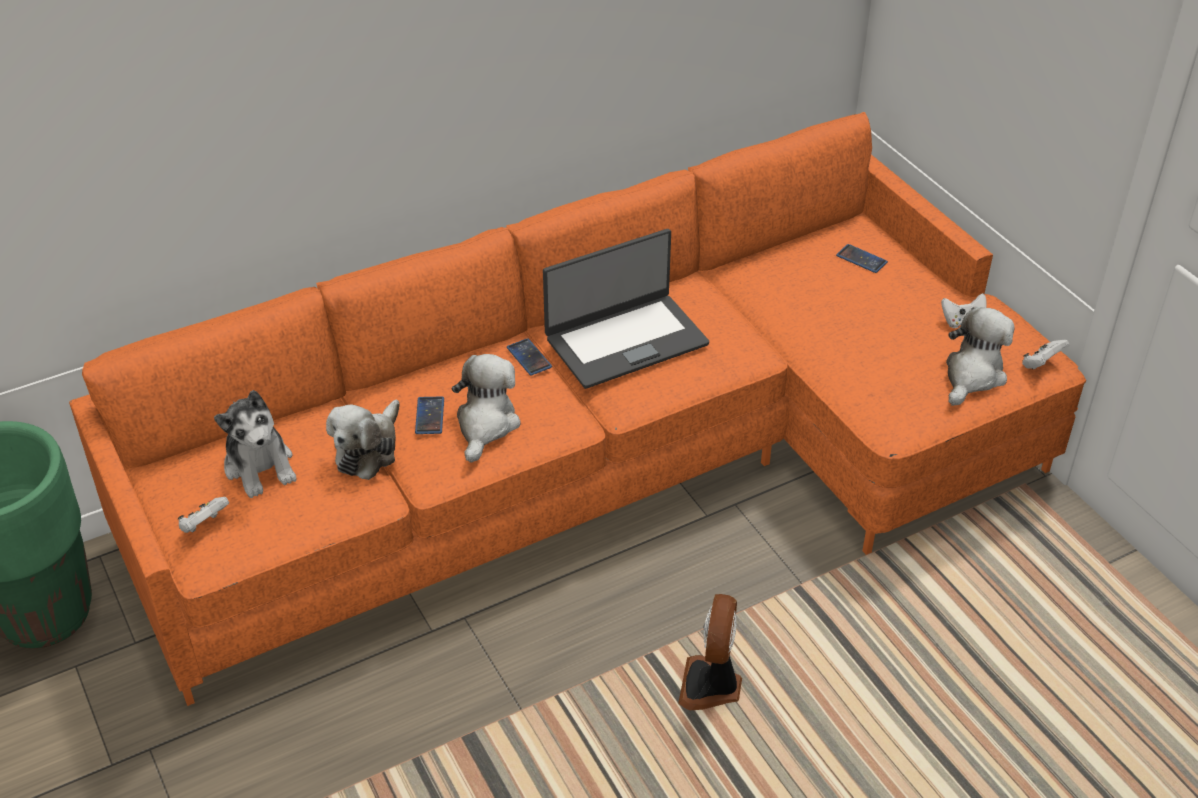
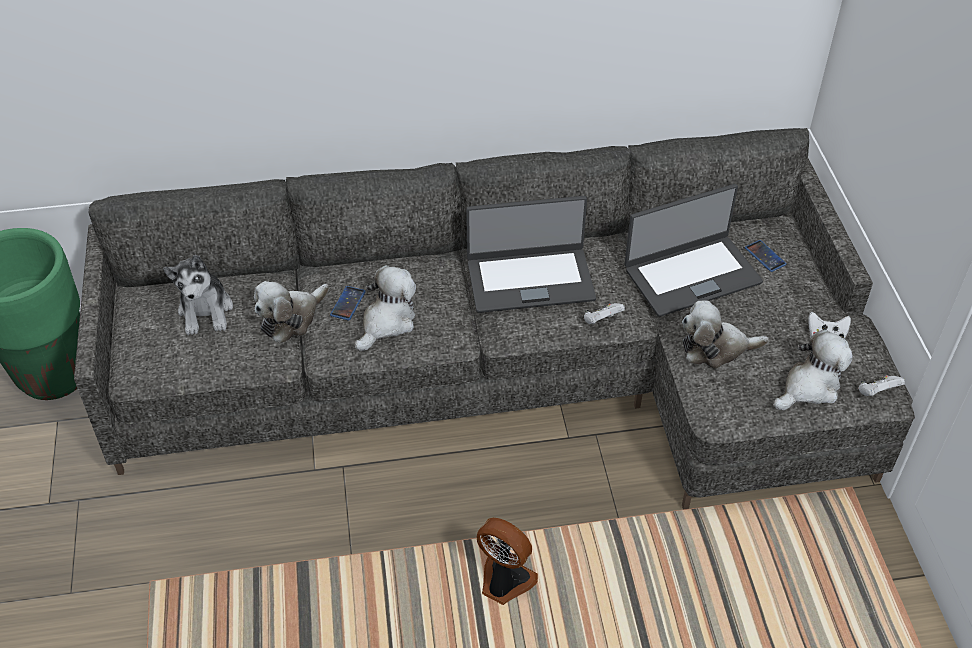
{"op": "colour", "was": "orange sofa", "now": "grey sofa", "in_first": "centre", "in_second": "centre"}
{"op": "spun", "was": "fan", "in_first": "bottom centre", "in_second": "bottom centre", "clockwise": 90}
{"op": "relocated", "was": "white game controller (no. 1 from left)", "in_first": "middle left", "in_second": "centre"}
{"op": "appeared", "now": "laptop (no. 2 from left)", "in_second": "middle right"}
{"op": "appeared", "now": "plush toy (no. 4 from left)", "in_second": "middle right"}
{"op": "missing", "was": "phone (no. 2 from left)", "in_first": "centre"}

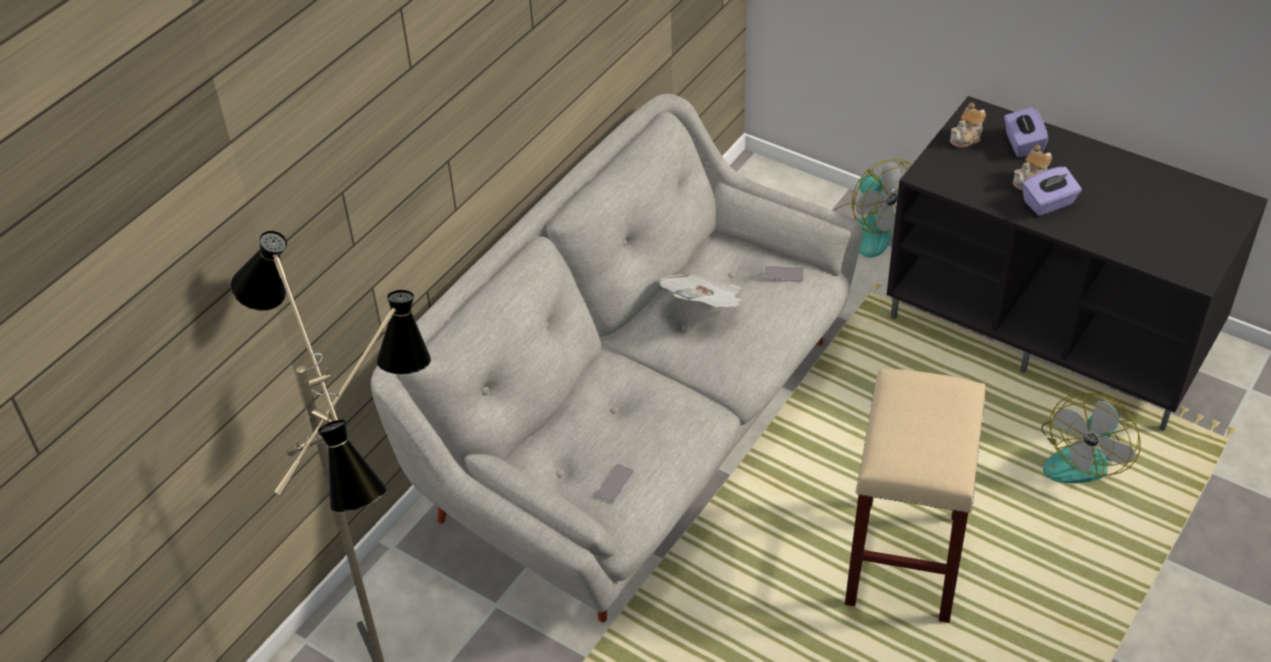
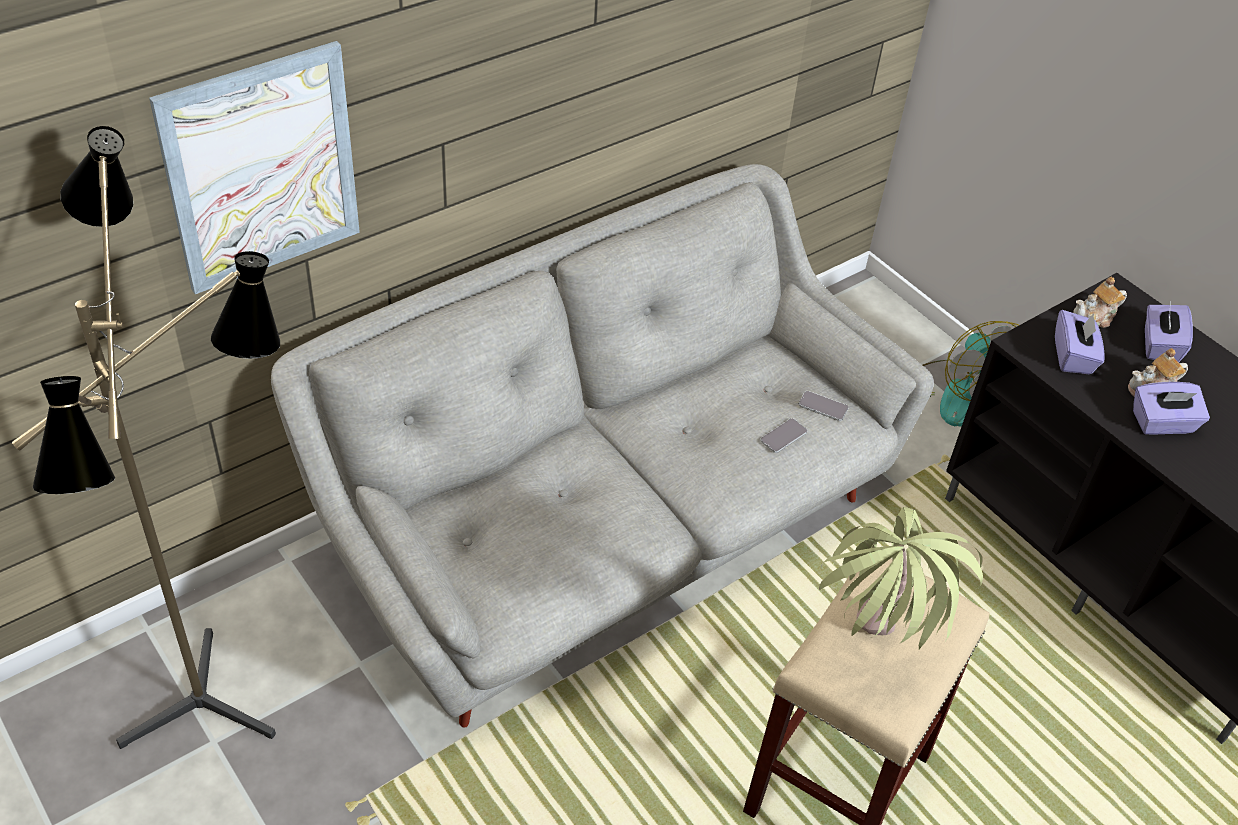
{"op": "appeared", "now": "picture", "in_second": "top left"}
{"op": "relocated", "was": "phone (no. 1 from left)", "in_first": "bottom centre", "in_second": "centre"}
{"op": "appeared", "now": "potted plant", "in_second": "bottom right"}
{"op": "appeared", "now": "purple tissue box (no. 1 from left)", "in_second": "middle right"}
{"op": "missing", "was": "newspaper", "in_first": "centre"}
{"op": "missing", "was": "fan (no. 2 from left)", "in_first": "middle right"}

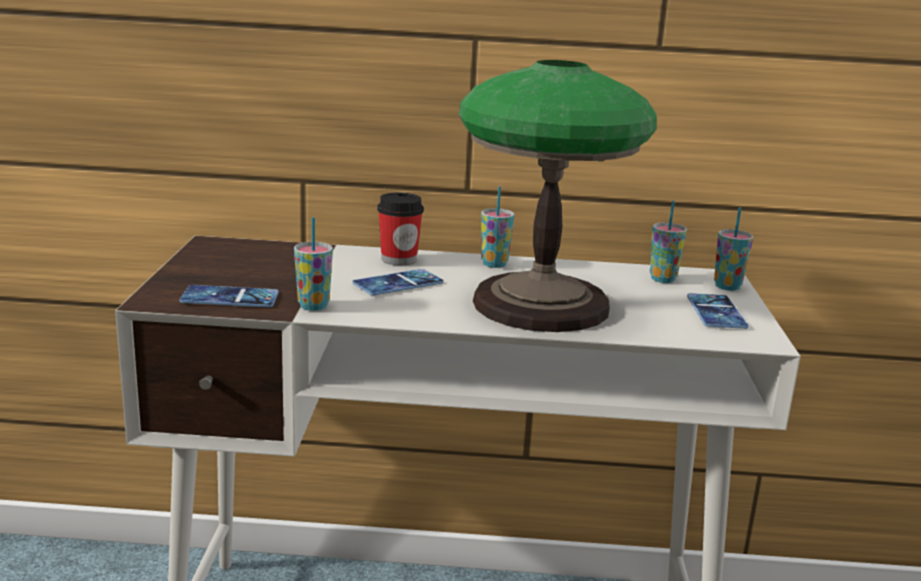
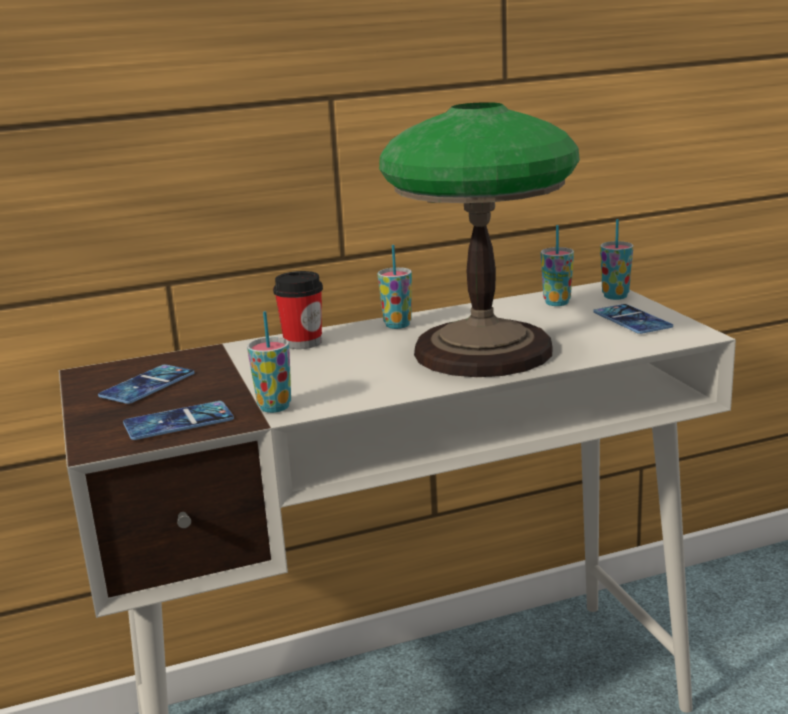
{"op": "relocated", "was": "phone (no. 2 from left in the first image)", "now": "phone (no. 1 from left)", "in_first": "centre", "in_second": "middle left"}

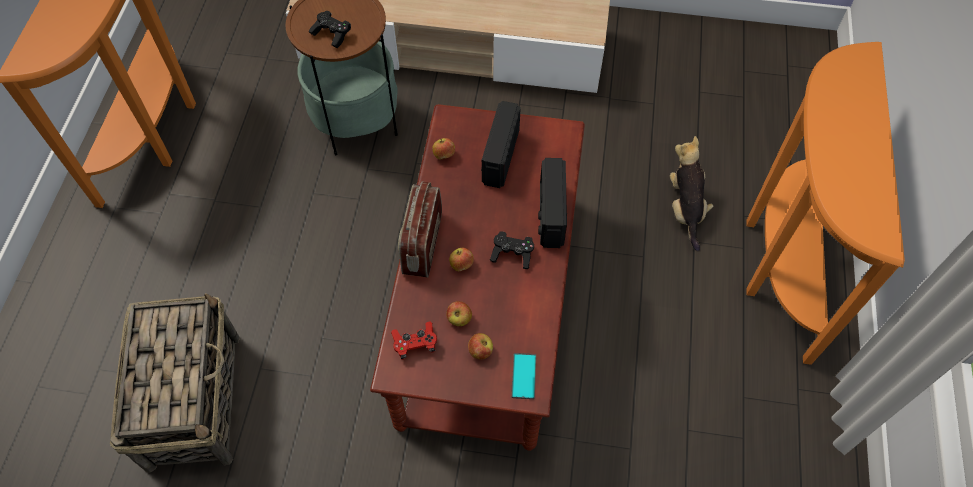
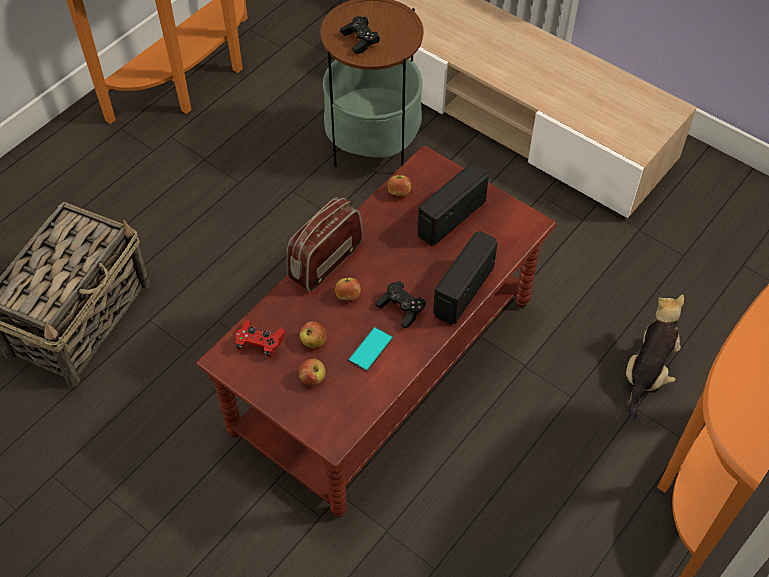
{"op": "relocated", "was": "phone", "in_first": "bottom centre", "in_second": "centre"}

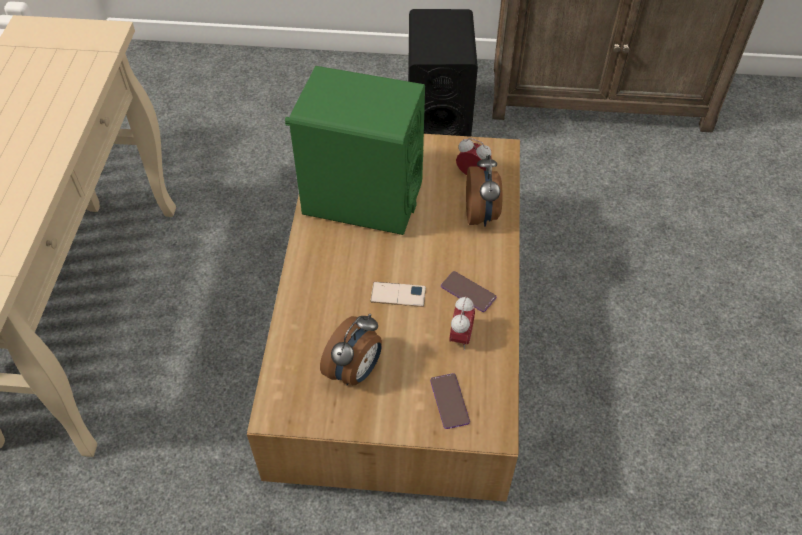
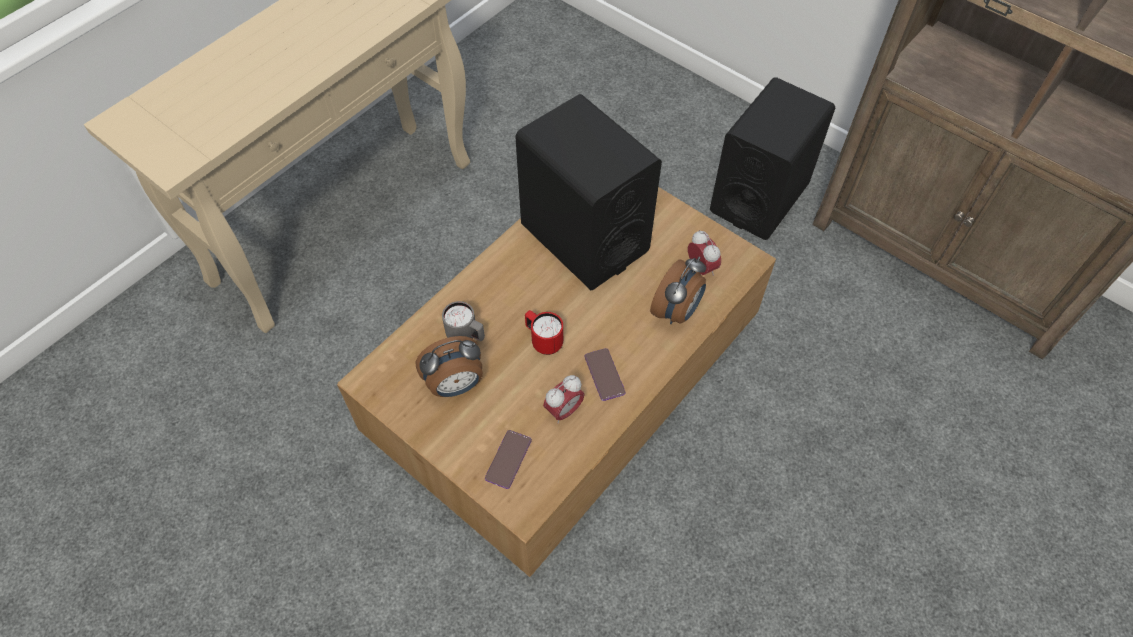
{"op": "appeared", "now": "grey mug", "in_second": "centre"}
{"op": "colour", "was": "green speaker", "now": "black speaker (no. 1 from left)", "in_first": "top centre", "in_second": "top centre"}
{"op": "exchanged", "was": "phone (no. 1 from left)", "now": "red mug", "in_first": "centre", "in_second": "centre"}

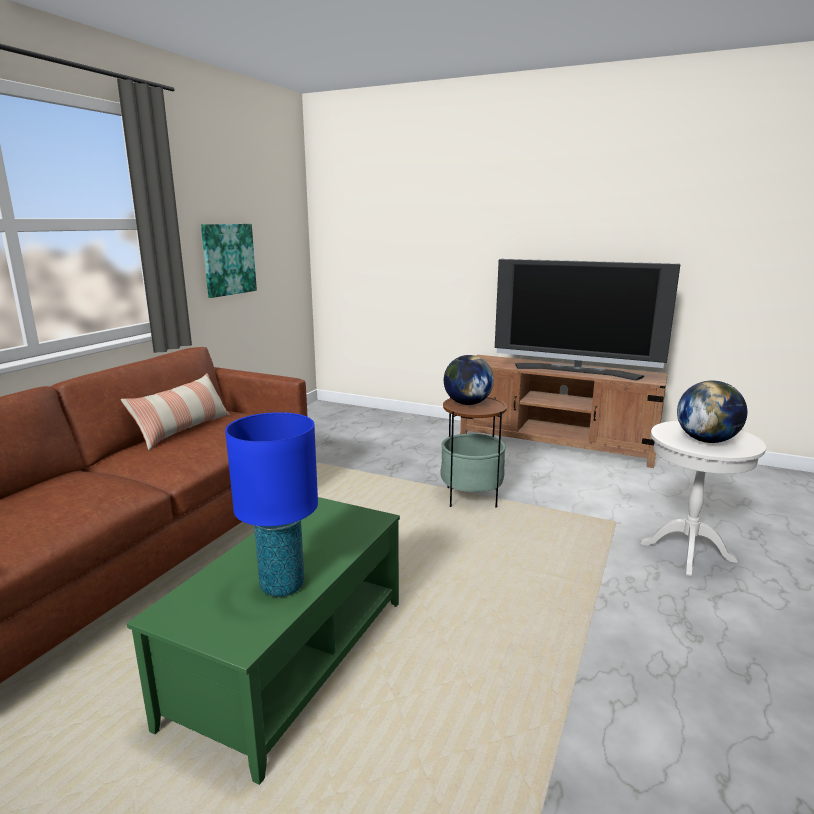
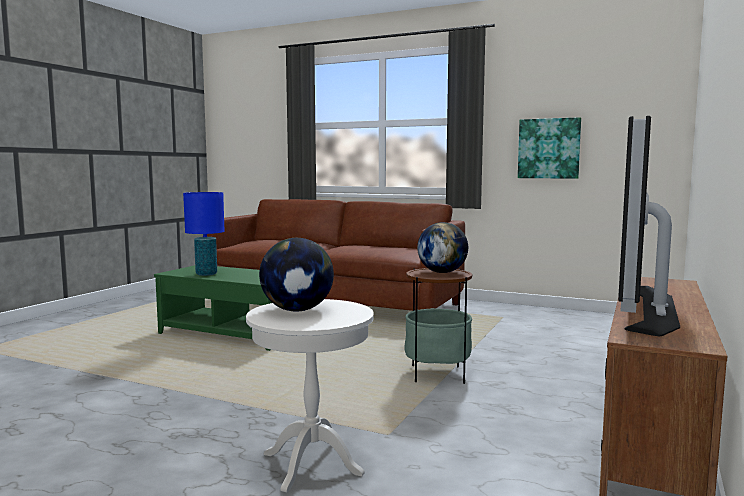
{"op": "missing", "was": "pillow", "in_first": "middle left"}

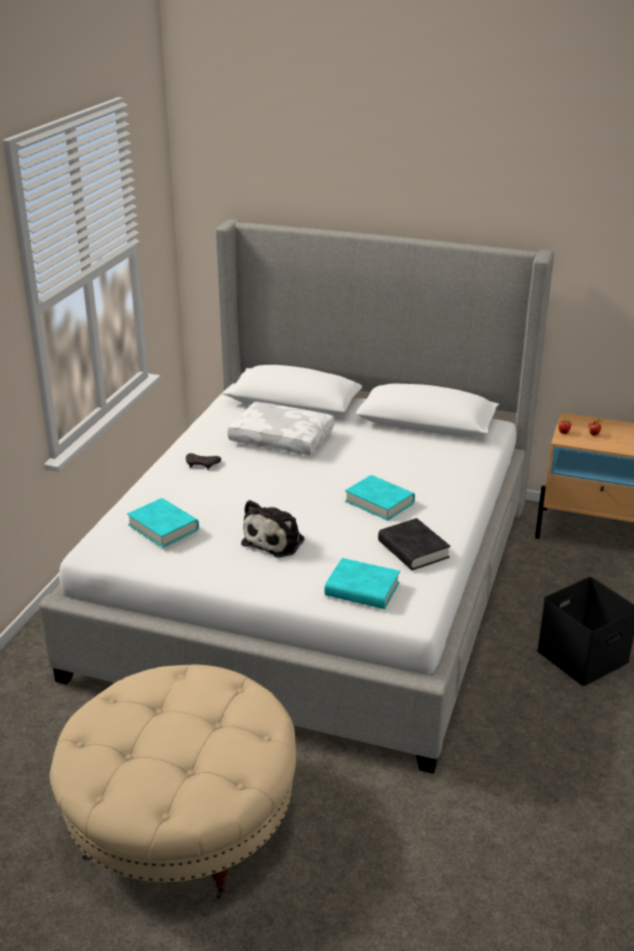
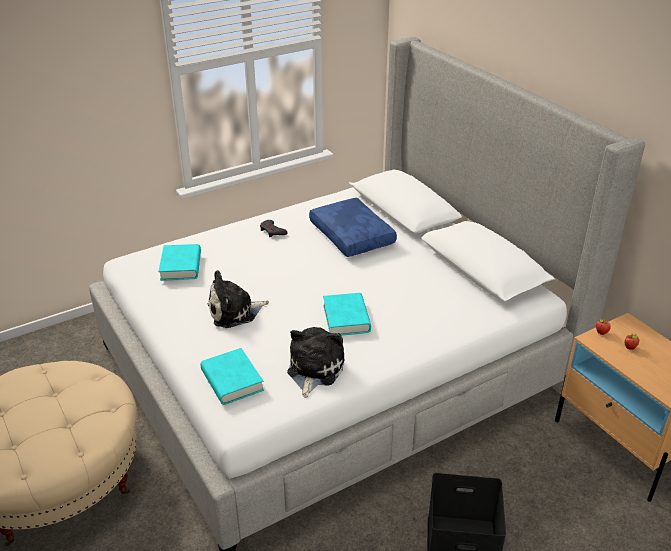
{"op": "exchanged", "was": "black book", "now": "plush toy (no. 2 from left)", "in_first": "centre", "in_second": "centre"}
{"op": "colour", "was": "white pillow", "now": "blue pillow", "in_first": "centre", "in_second": "centre"}

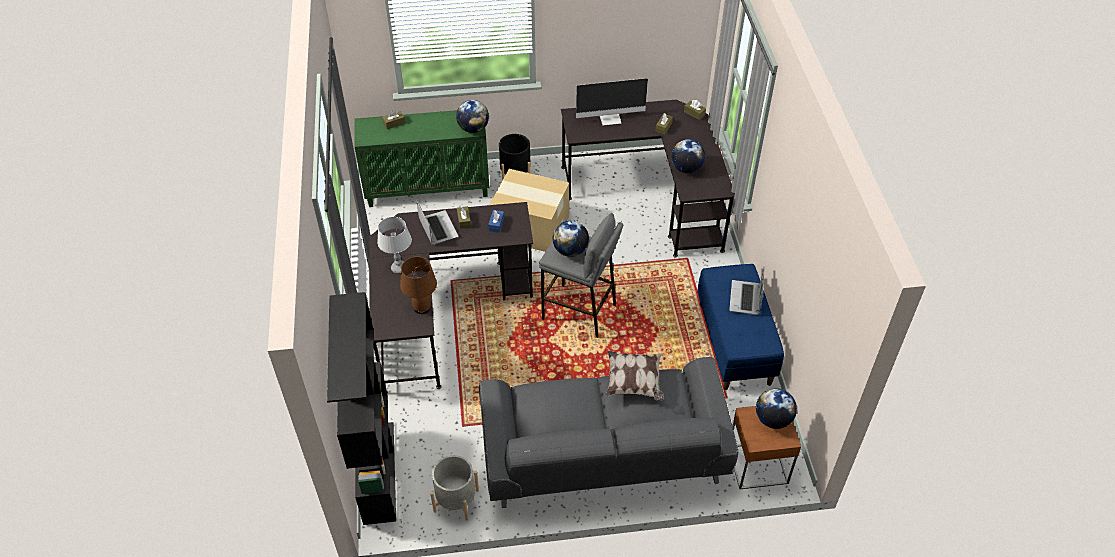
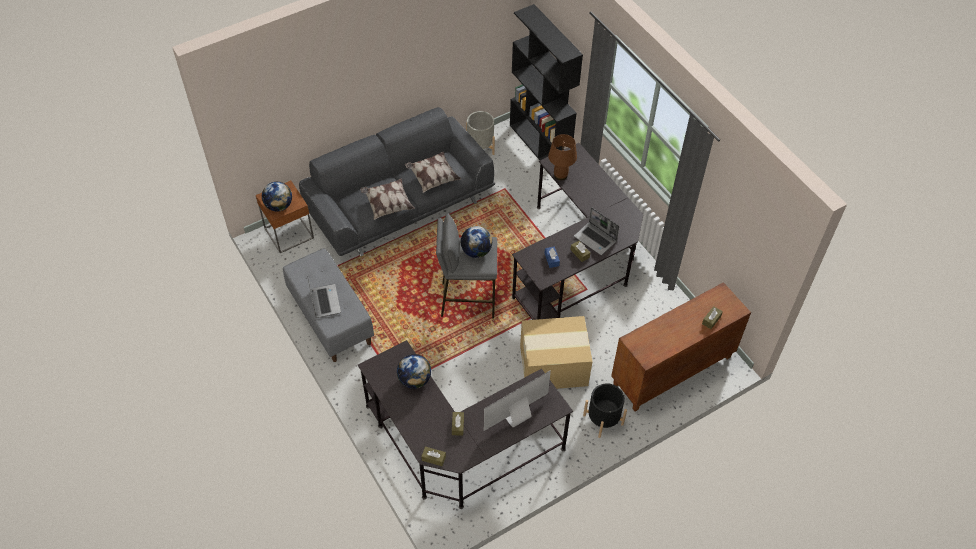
{"op": "colour", "was": "blue bench", "now": "grey bench", "in_first": "centre", "in_second": "centre"}
{"op": "appeared", "now": "pillow (no. 2 from left)", "in_second": "top centre"}
{"op": "colour", "was": "green cabinet", "now": "brown cabinet", "in_first": "top centre", "in_second": "middle right"}
{"op": "missing", "was": "grey table lamp", "in_first": "centre"}
{"op": "missing", "was": "globe (no. 1 from left)", "in_first": "top centre"}

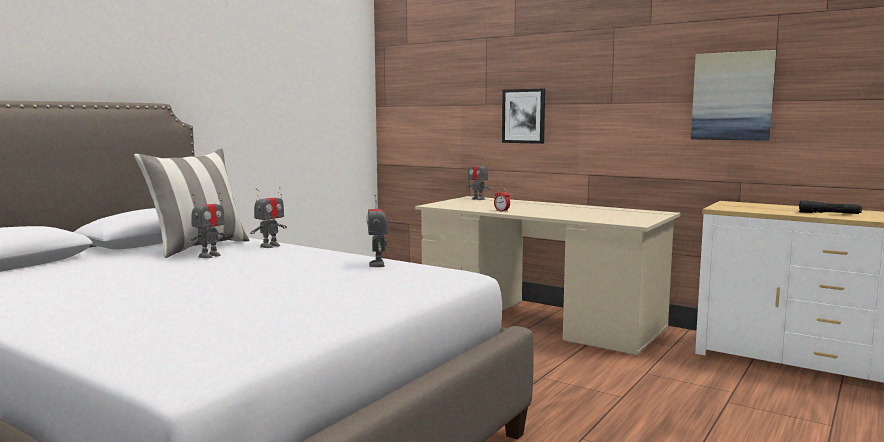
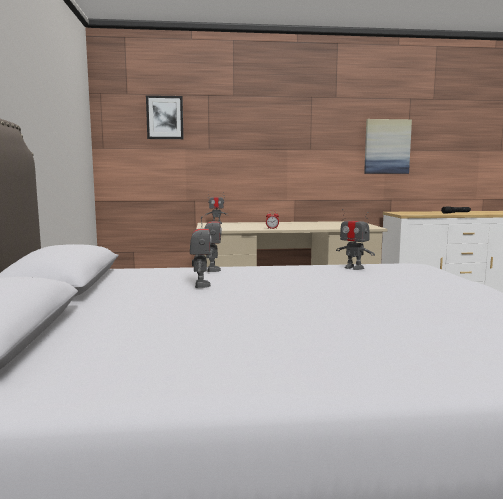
{"op": "relocated", "was": "picture (no. 1 from left)", "in_first": "top centre", "in_second": "top left"}
{"op": "missing", "was": "pillow", "in_first": "middle left"}

